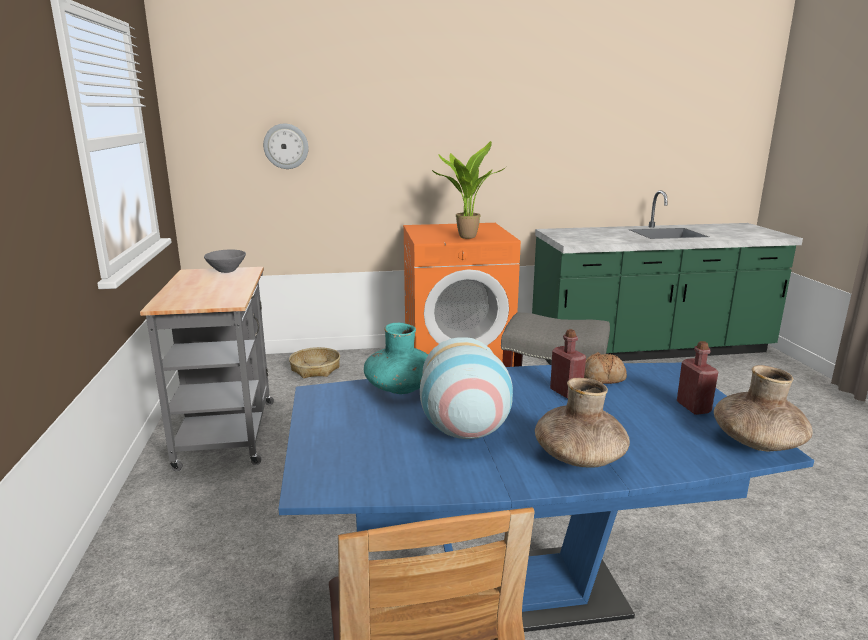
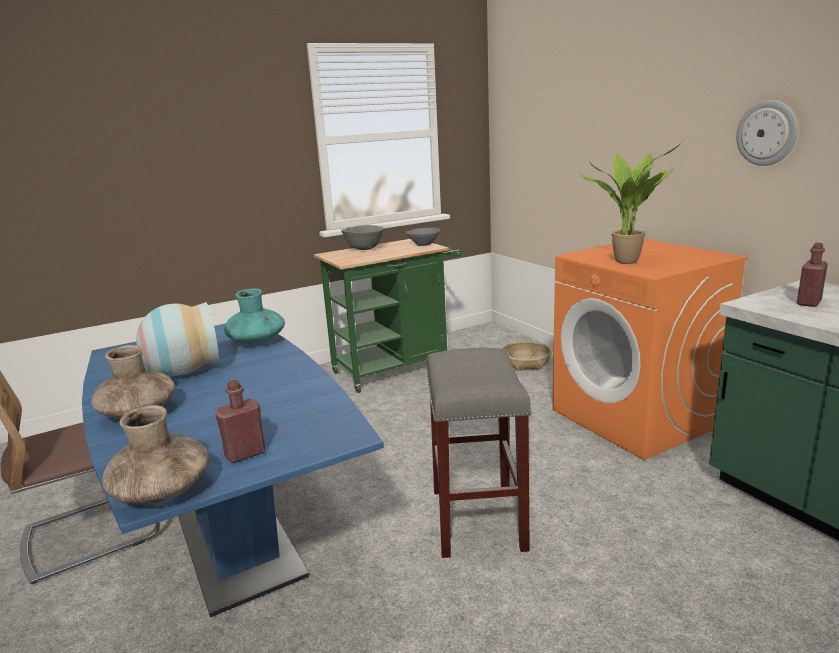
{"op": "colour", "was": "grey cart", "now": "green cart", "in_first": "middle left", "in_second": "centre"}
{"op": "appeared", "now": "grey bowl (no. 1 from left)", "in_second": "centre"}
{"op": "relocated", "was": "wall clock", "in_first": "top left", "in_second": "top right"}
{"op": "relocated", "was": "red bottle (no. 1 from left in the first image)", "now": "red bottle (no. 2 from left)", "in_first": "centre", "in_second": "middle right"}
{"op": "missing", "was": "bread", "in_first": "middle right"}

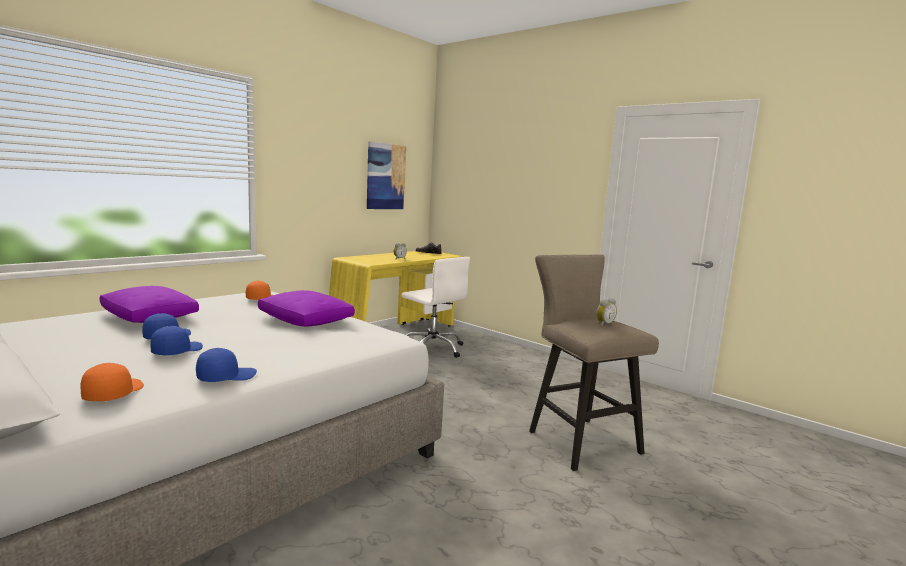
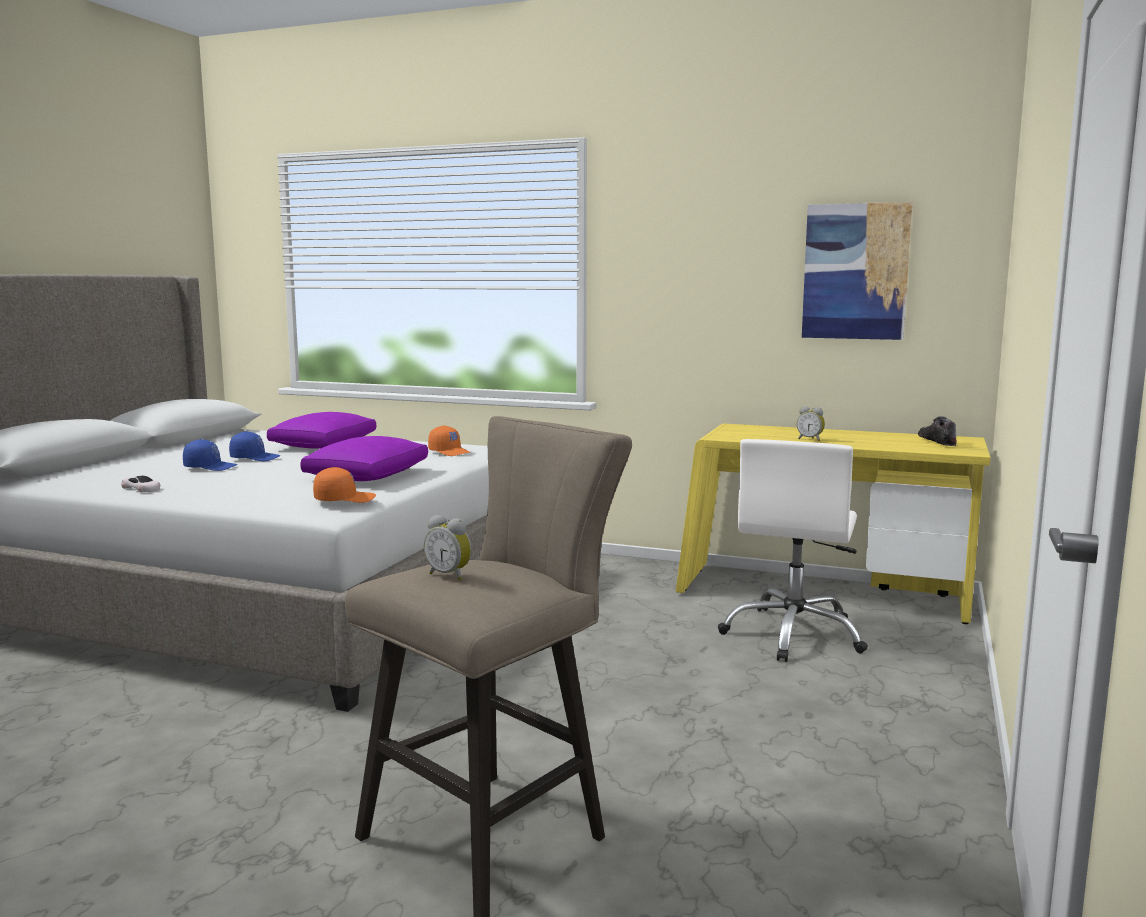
{"op": "exchanged", "was": "blue cap (no. 3 from left)", "now": "white toy car", "in_first": "middle left", "in_second": "middle left"}
{"op": "relocated", "was": "orange cap (no. 1 from left)", "in_first": "bottom left", "in_second": "middle left"}

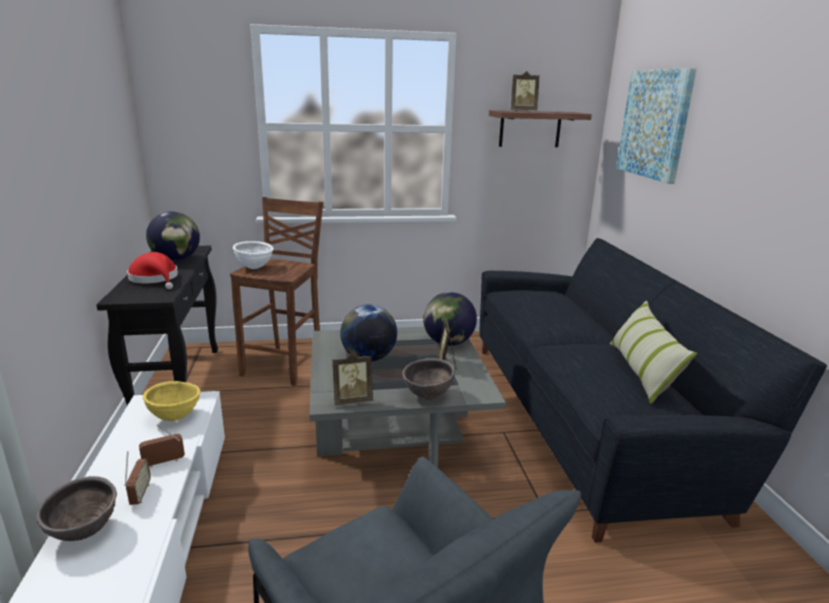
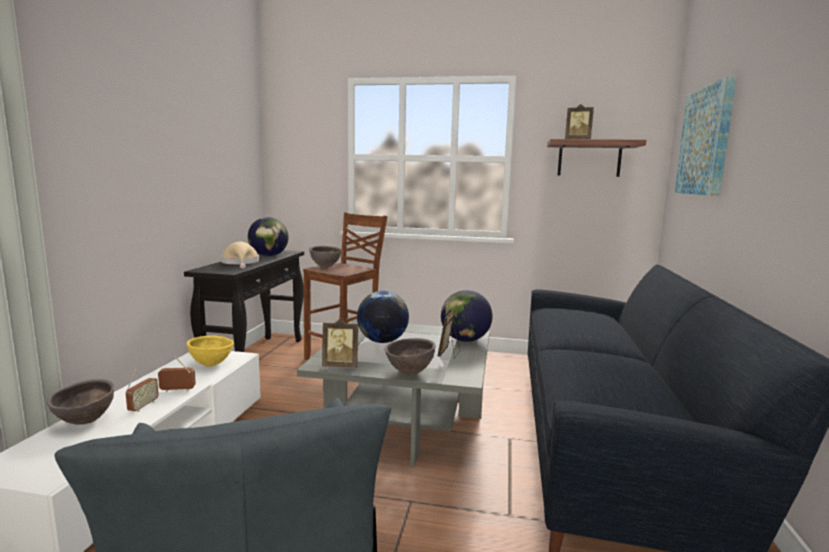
{"op": "colour", "was": "red hat", "now": "beige hat", "in_first": "middle left", "in_second": "middle left"}
{"op": "colour", "was": "white bowl", "now": "brown bowl (no. 2 from left)", "in_first": "middle left", "in_second": "centre"}
{"op": "missing", "was": "pillow", "in_first": "middle right"}

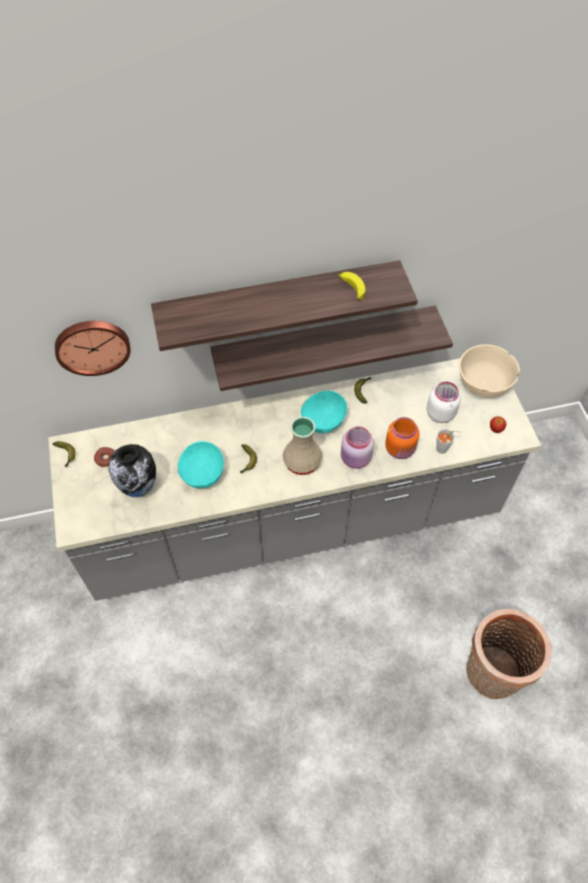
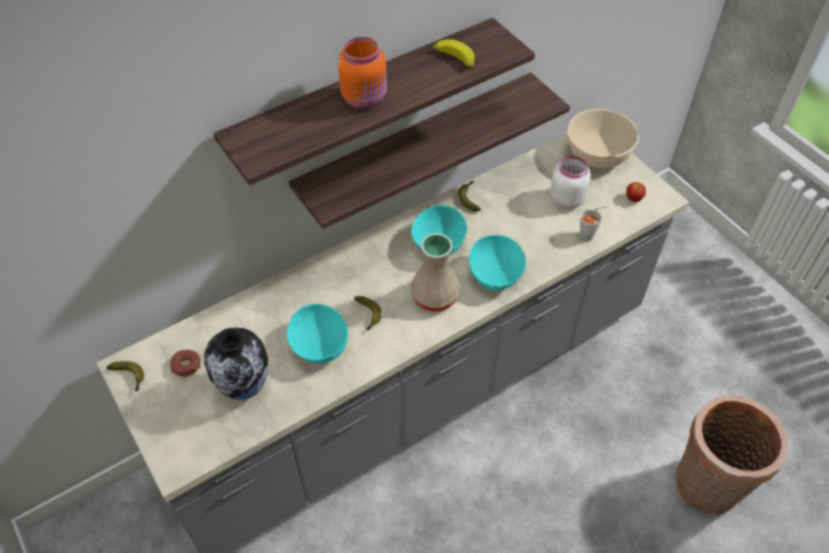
{"op": "relocated", "was": "orange jar", "in_first": "middle right", "in_second": "top centre"}
{"op": "exchanged", "was": "pink jar", "now": "turquoise bowl (no. 3 from left)", "in_first": "centre", "in_second": "centre"}
{"op": "missing", "was": "wall clock", "in_first": "middle left"}

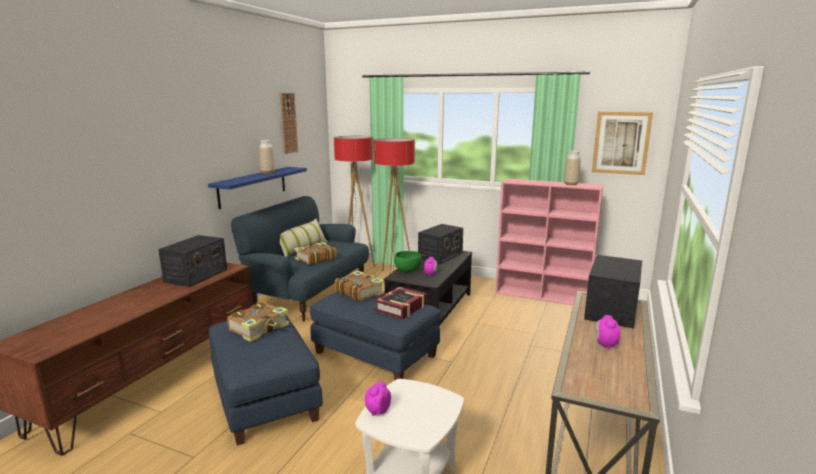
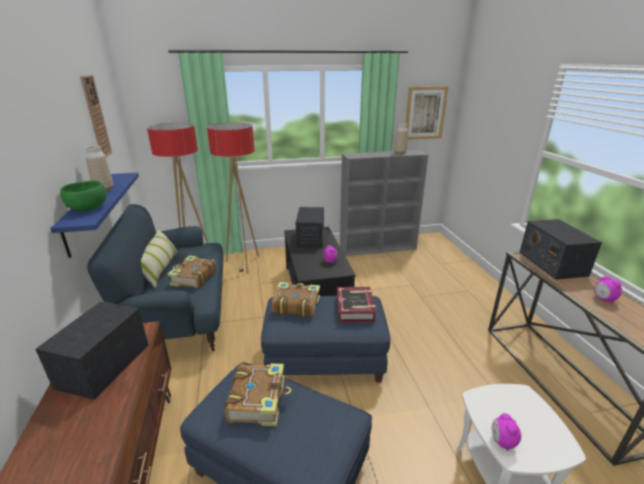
{"op": "spun", "was": "radio (no. 1 from left)", "in_first": "middle left", "in_second": "bottom left", "clockwise": -150}
{"op": "relocated", "was": "green bowl", "in_first": "centre", "in_second": "middle left"}
{"op": "colour", "was": "pink bookcase", "now": "grey bookcase", "in_first": "middle right", "in_second": "centre"}

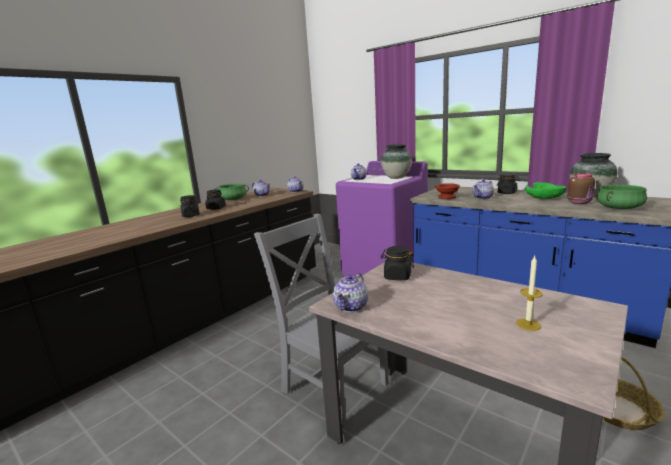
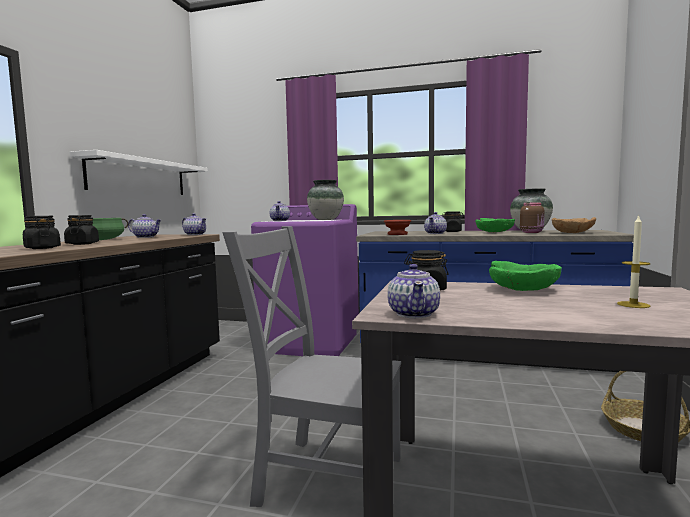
{"op": "appeared", "now": "white shelf", "in_second": "top left"}
{"op": "appeared", "now": "green bowl (no. 2 from left)", "in_second": "middle right"}
{"op": "exchanged", "was": "green cooking pot (no. 2 from left)", "now": "brown bowl (no. 2 from left)", "in_first": "middle right", "in_second": "middle right"}

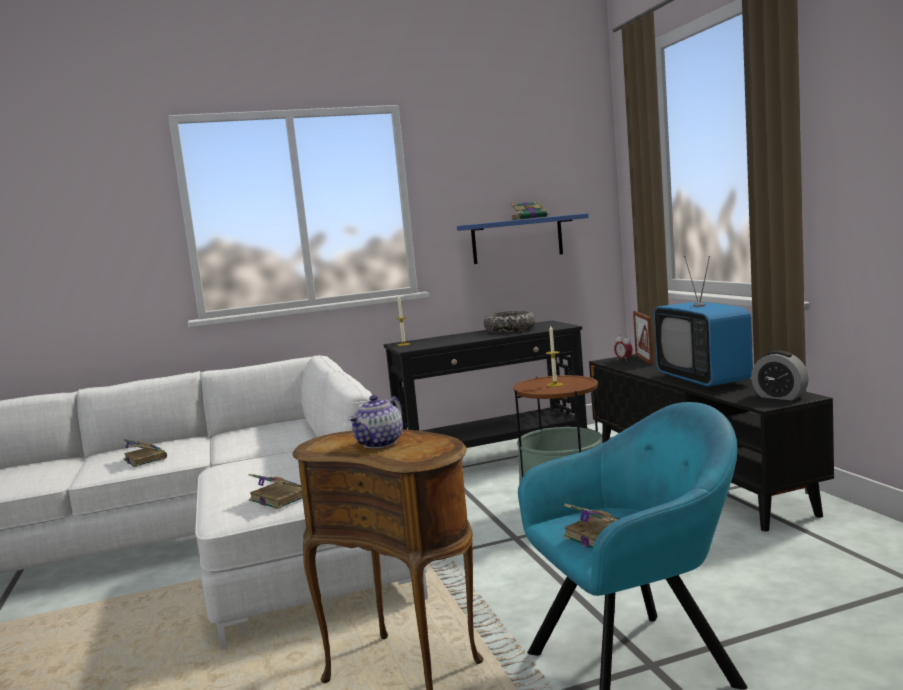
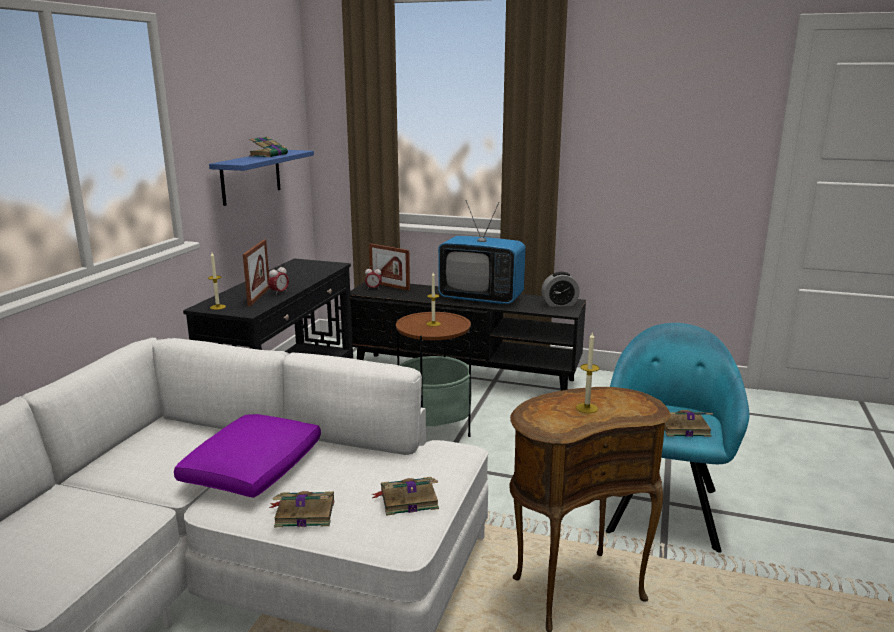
{"op": "appeared", "now": "purple pillow", "in_second": "bottom left"}
{"op": "appeared", "now": "picture frame (no. 1 from left)", "in_second": "middle left"}
{"op": "appeared", "now": "alarm clock (no. 1 from left)", "in_second": "middle left"}
{"op": "relocated", "was": "book (no. 1 from left in the first image)", "now": "book (no. 2 from left)", "in_first": "middle left", "in_second": "bottom centre"}
{"op": "exchanged", "was": "teapot", "now": "candle (no. 3 from left)", "in_first": "centre", "in_second": "centre"}
{"op": "missing", "was": "bowl", "in_first": "centre"}

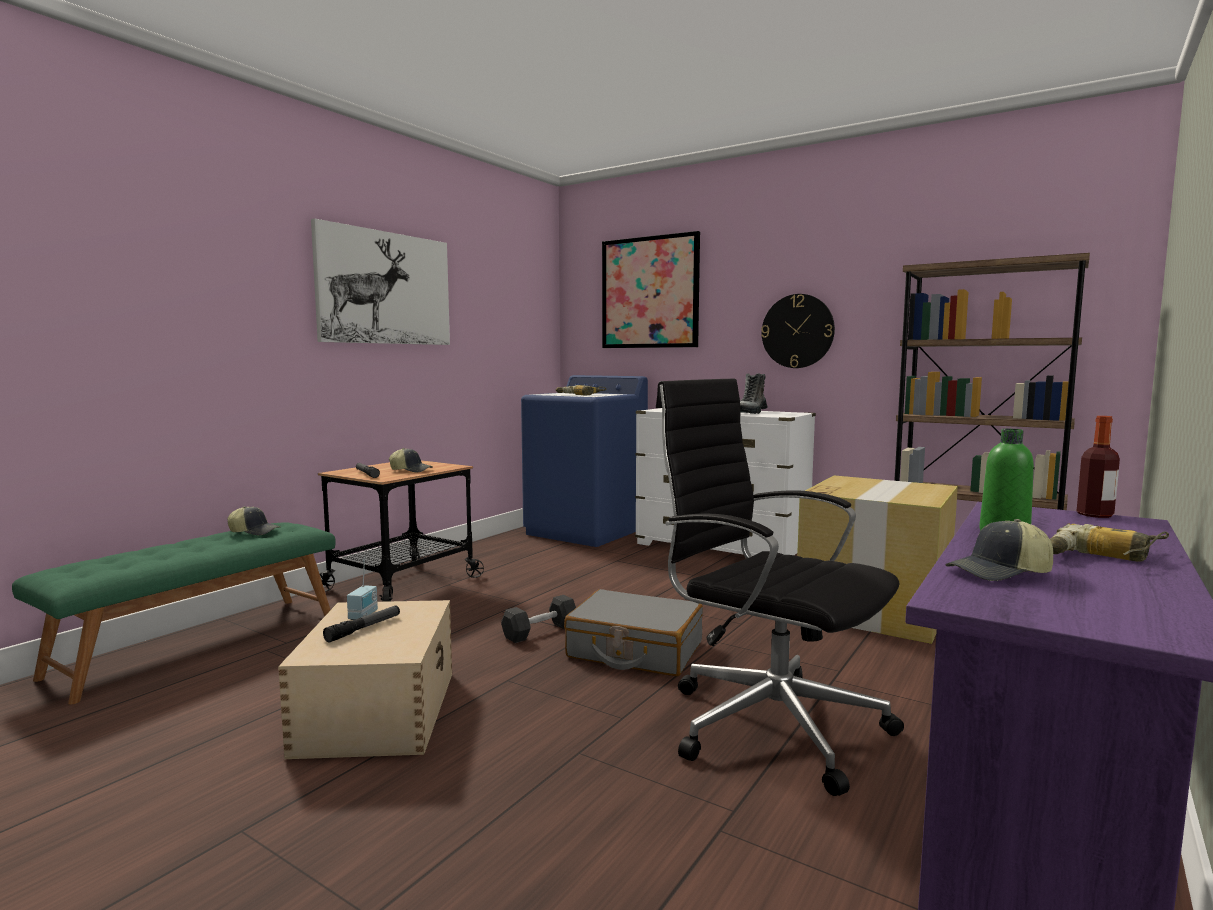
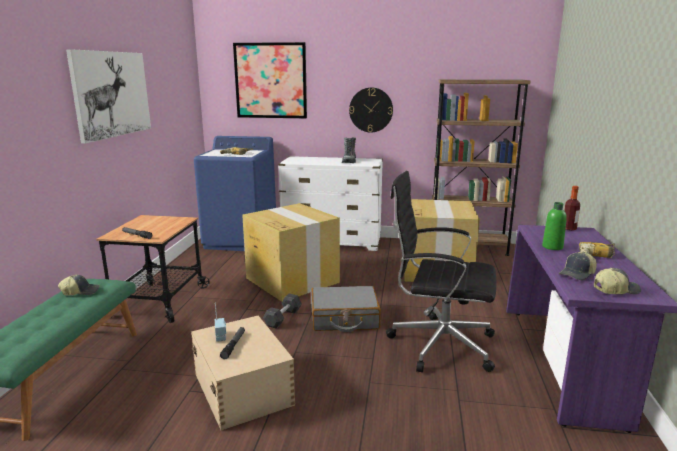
{"op": "appeared", "now": "cardboard box (no. 1 from left)", "in_second": "centre"}
{"op": "relocated", "was": "cap (no. 2 from left in the first image)", "now": "cap (no. 3 from left)", "in_first": "centre", "in_second": "middle right"}

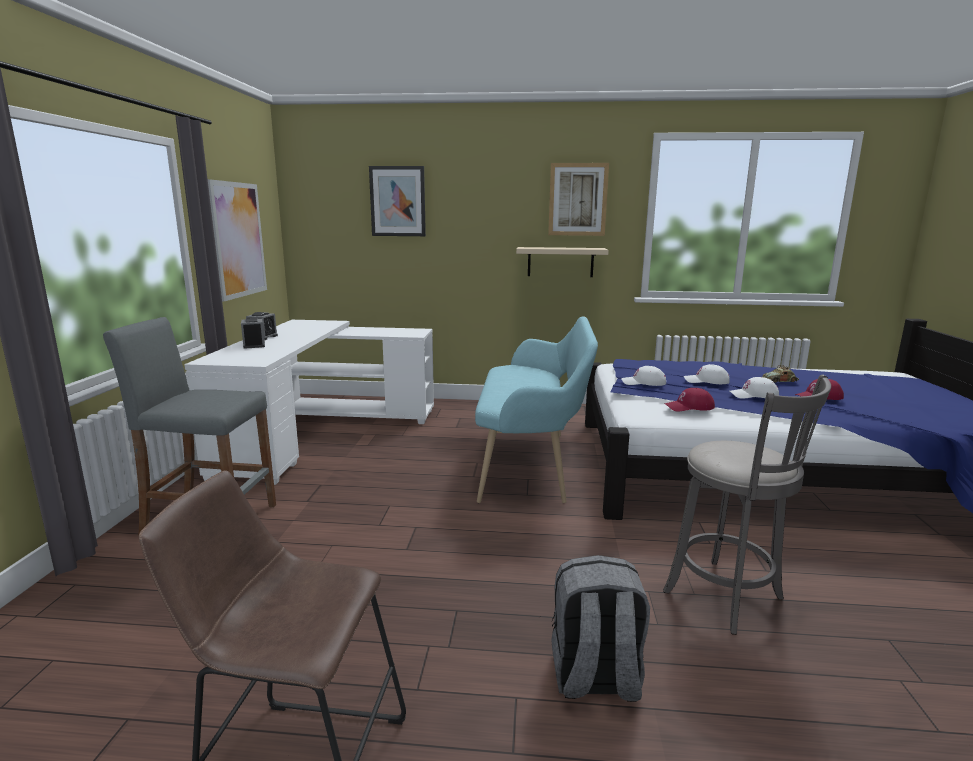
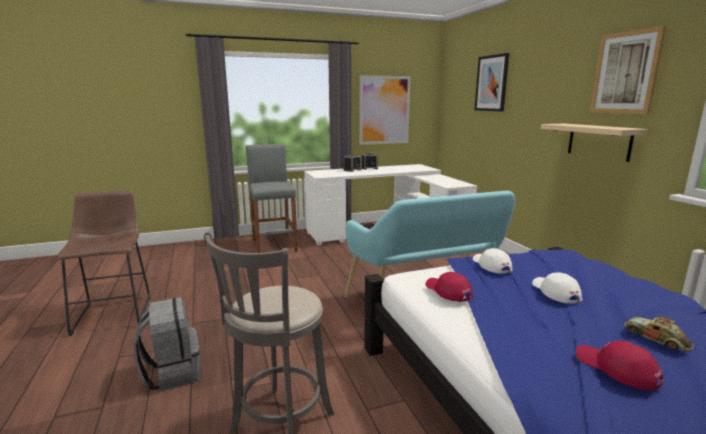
{"op": "missing", "was": "white cap (no. 3 from left)", "in_first": "middle right"}

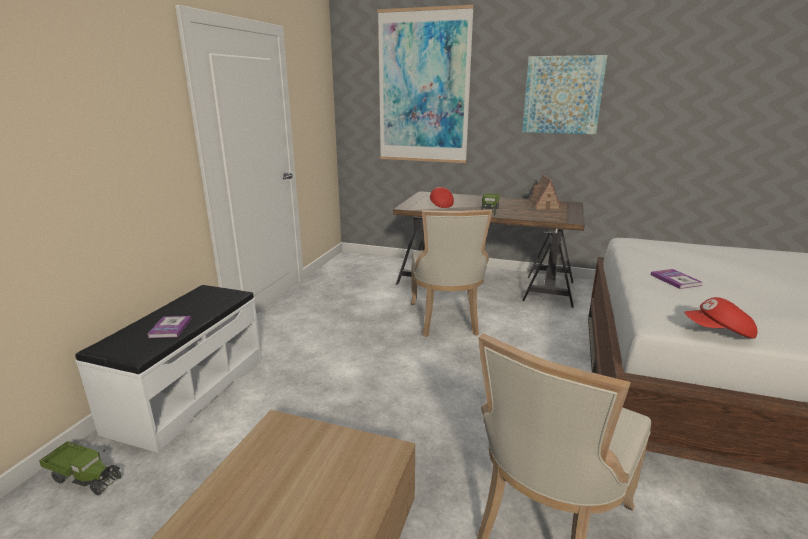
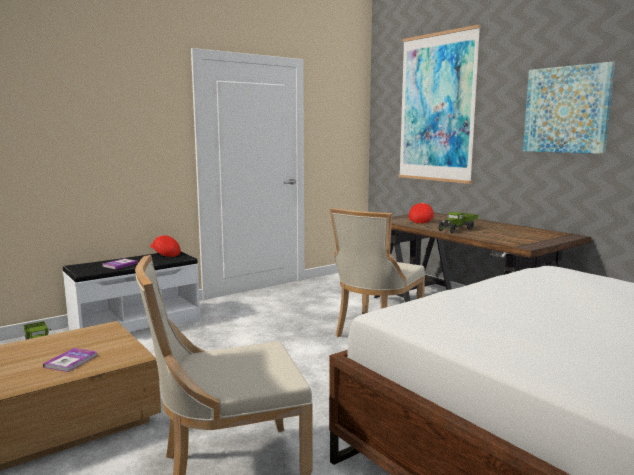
{"op": "relocated", "was": "book (no. 2 from left in the first image)", "now": "book (no. 1 from left)", "in_first": "middle right", "in_second": "bottom left"}
{"op": "relocated", "was": "red cap (no. 2 from left in the first image)", "now": "red cap (no. 1 from left)", "in_first": "middle right", "in_second": "middle left"}
{"op": "missing", "was": "toy house", "in_first": "middle right"}

